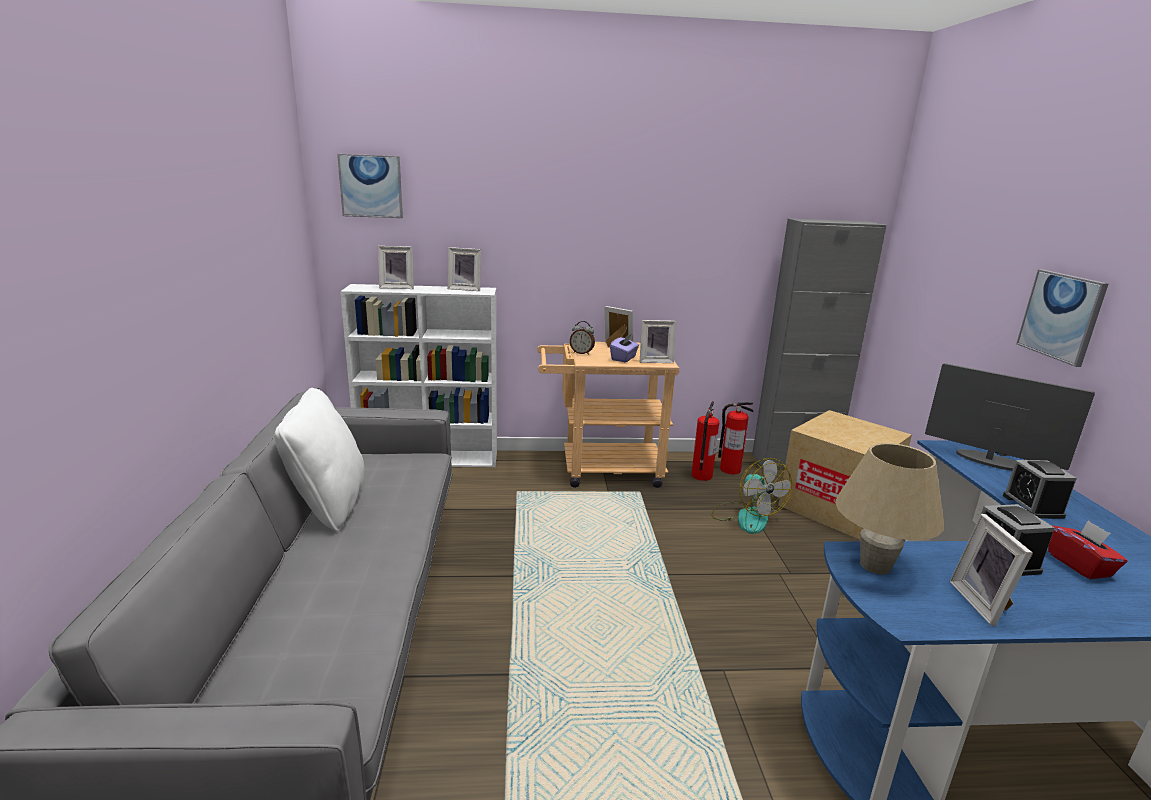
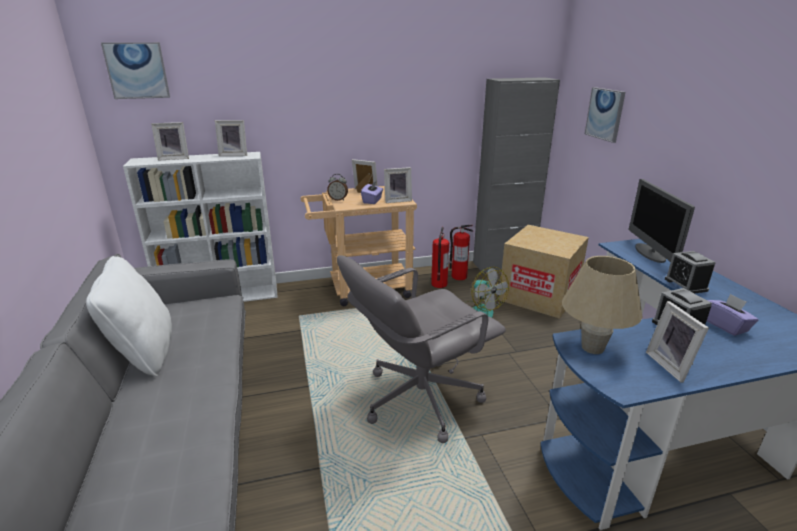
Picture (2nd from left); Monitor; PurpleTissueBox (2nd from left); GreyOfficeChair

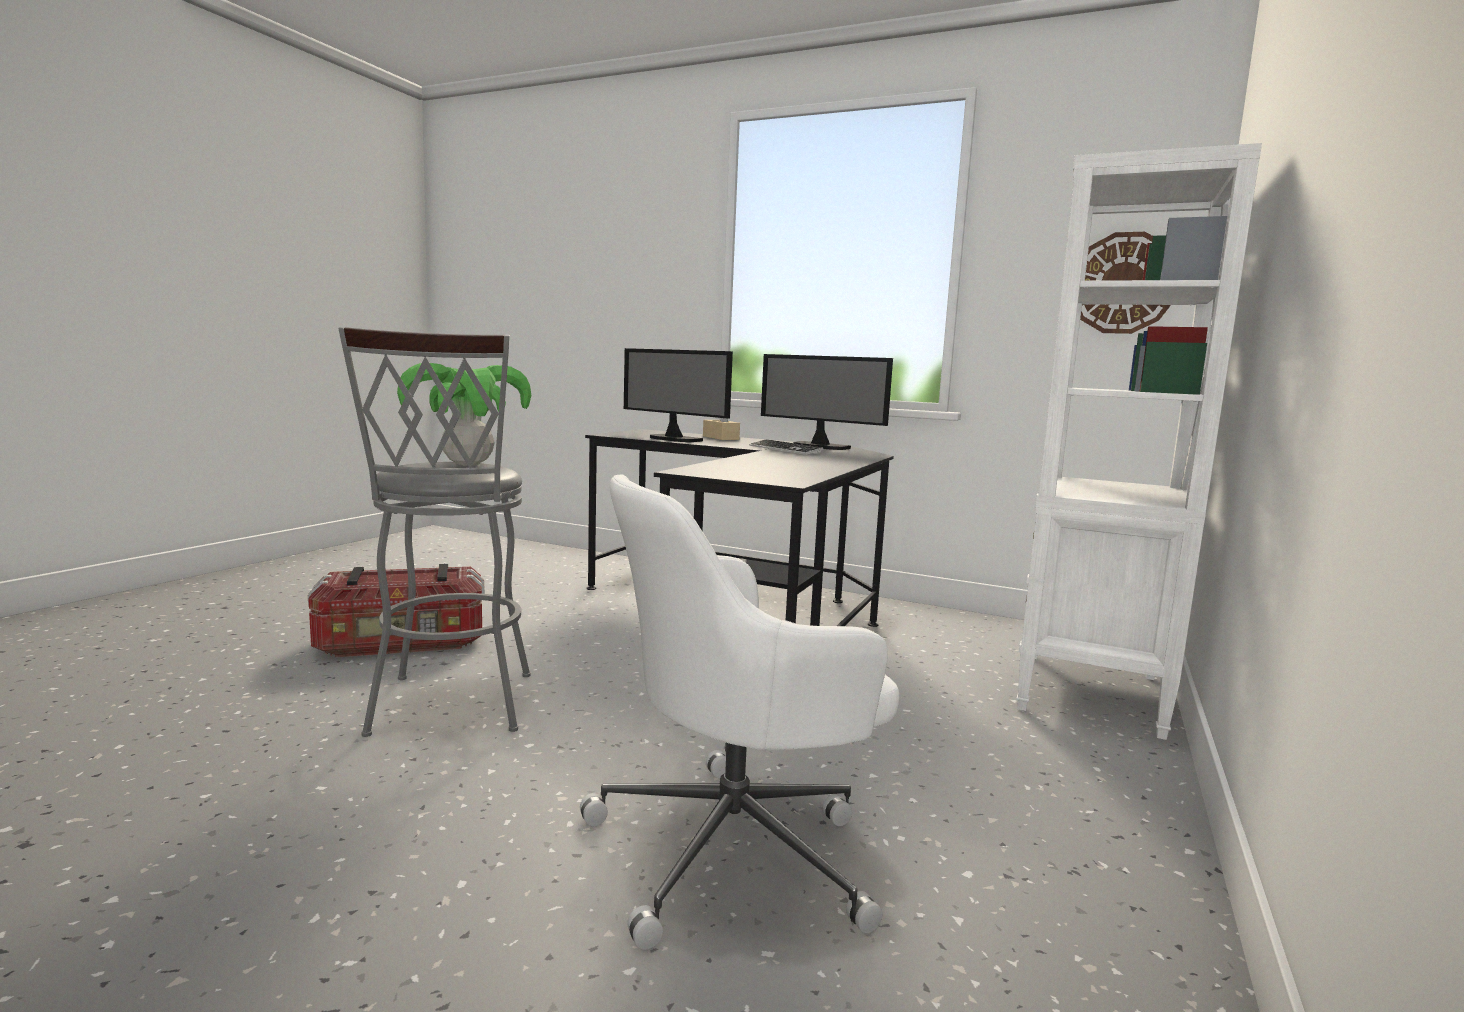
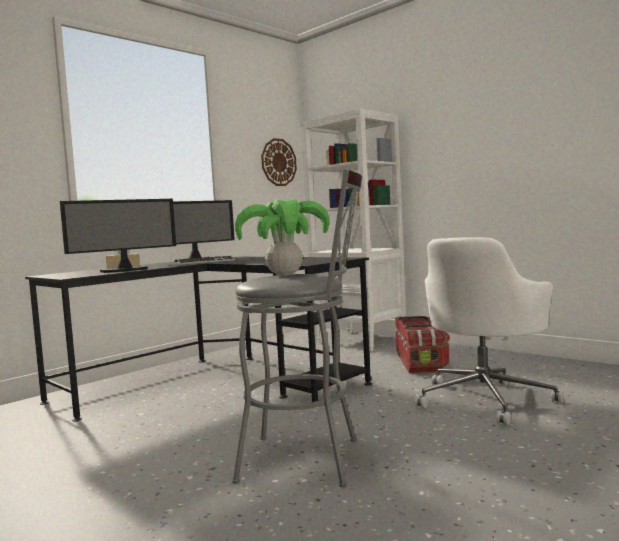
WhiteOfficeChair; StorageBox

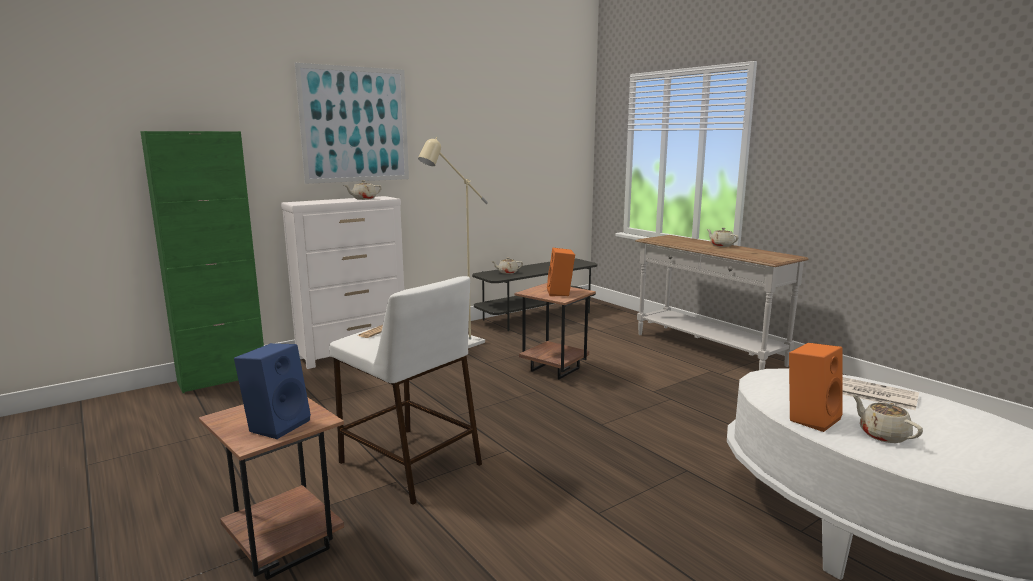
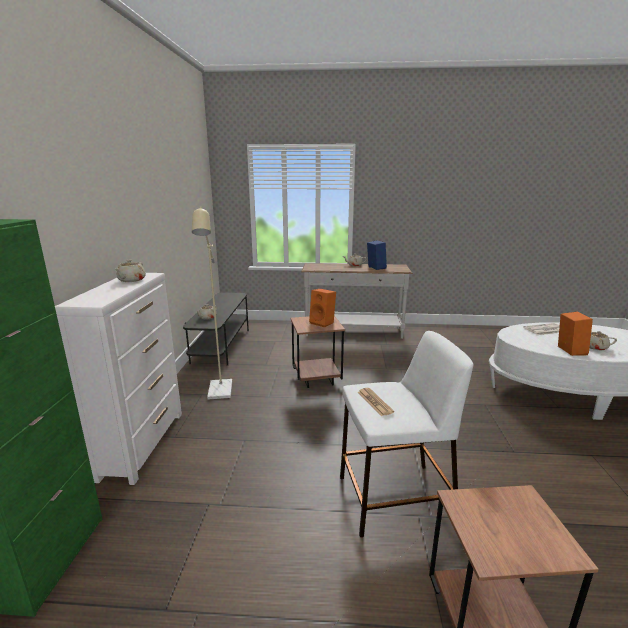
Picture; BlueSpeaker

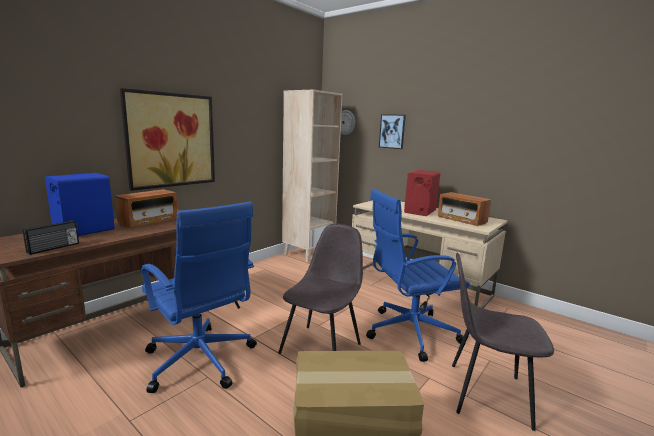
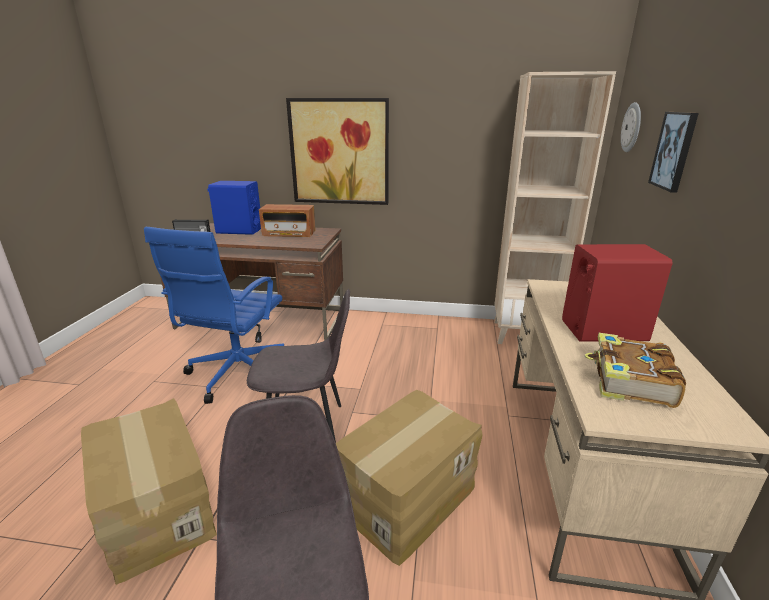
CardboardBox (2nd from left); Book

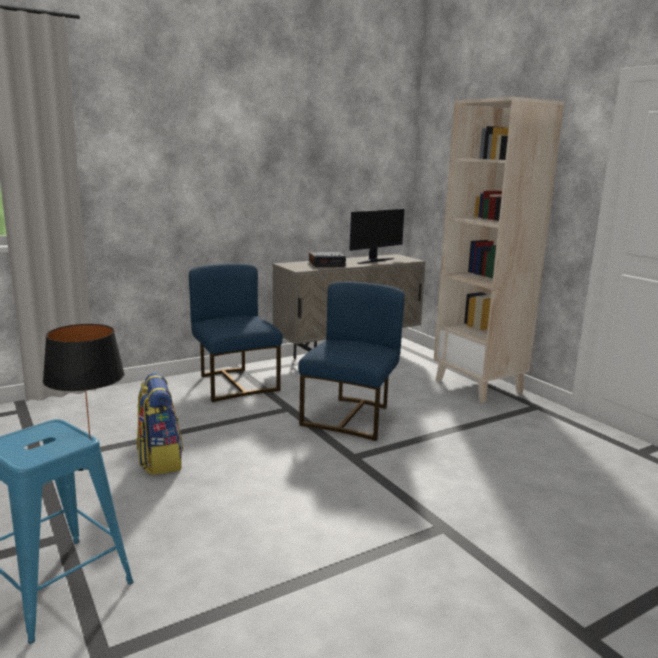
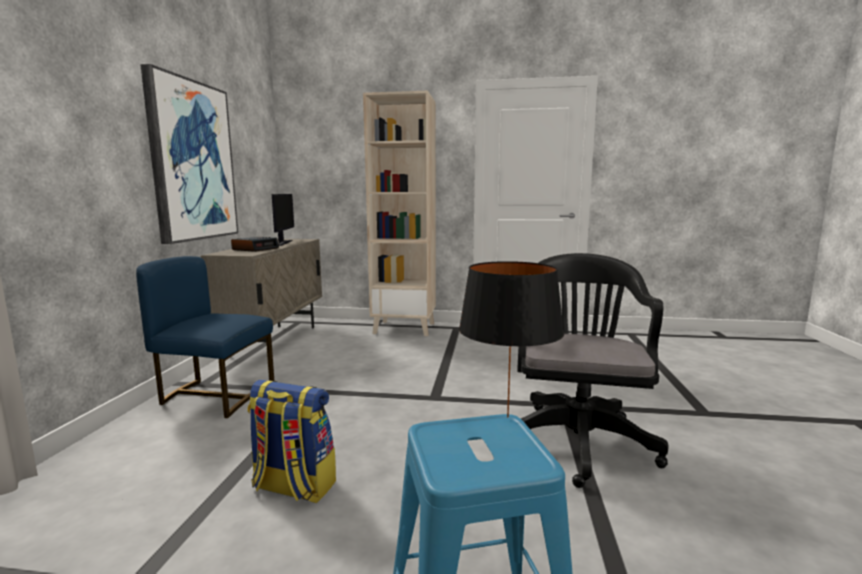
BlueChair (2nd from left in the first image); Picture; BlackOfficeChair

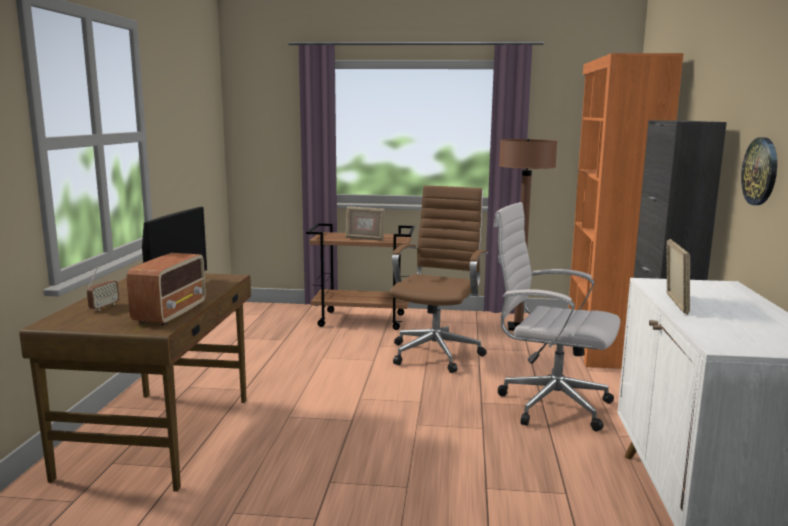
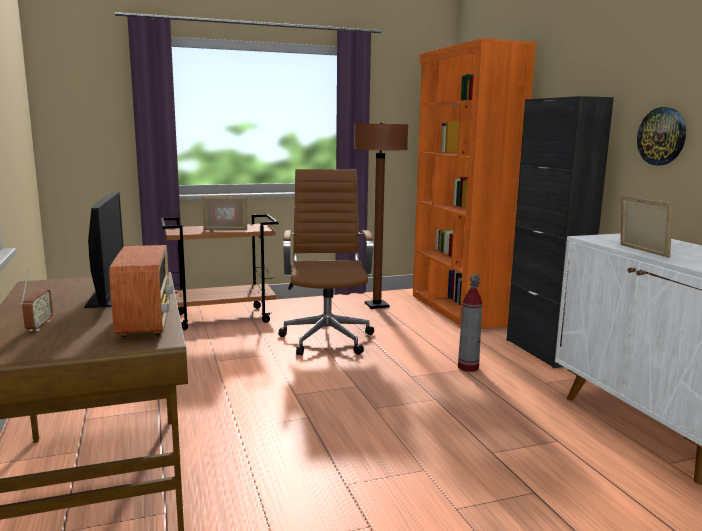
FireExtinguisher

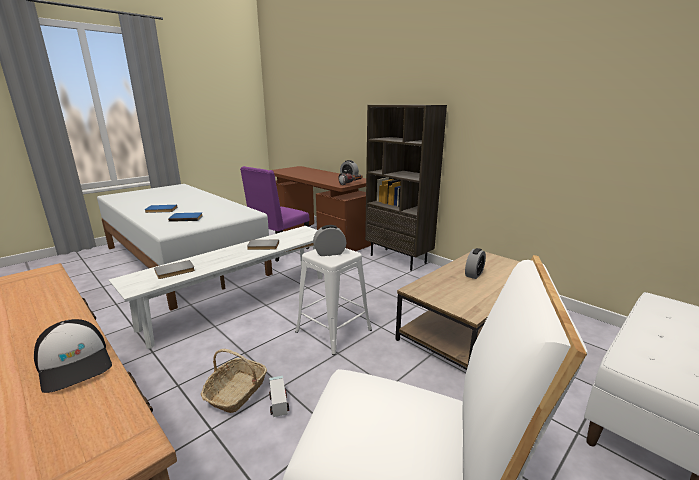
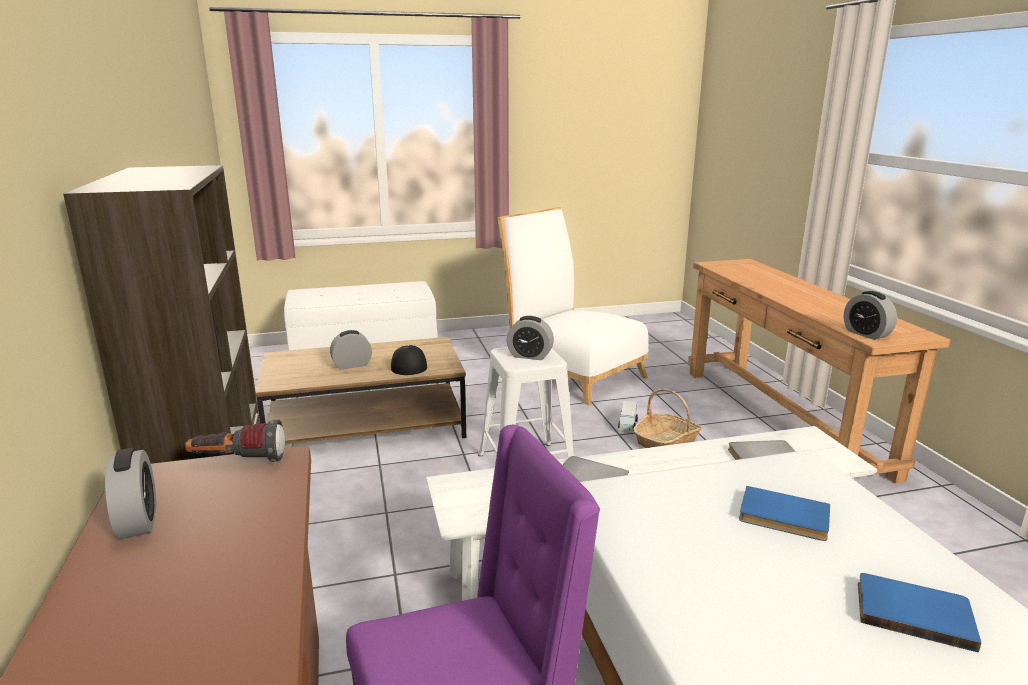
Cap; AlarmClock (4th from left)

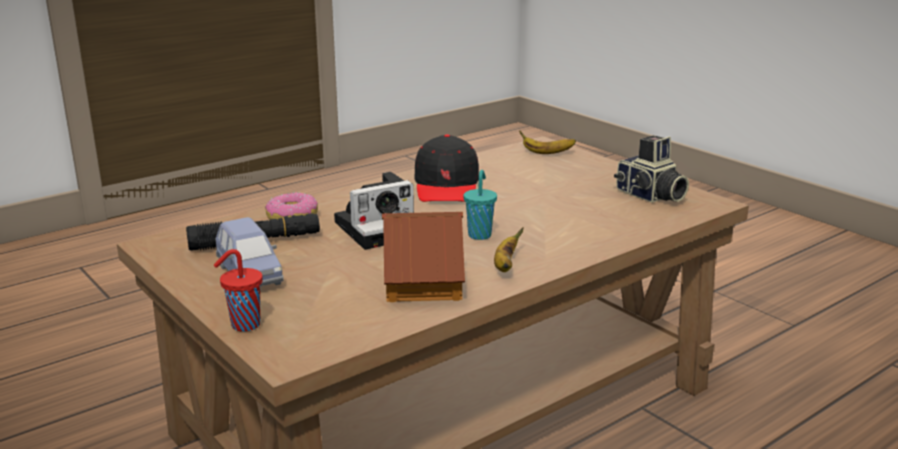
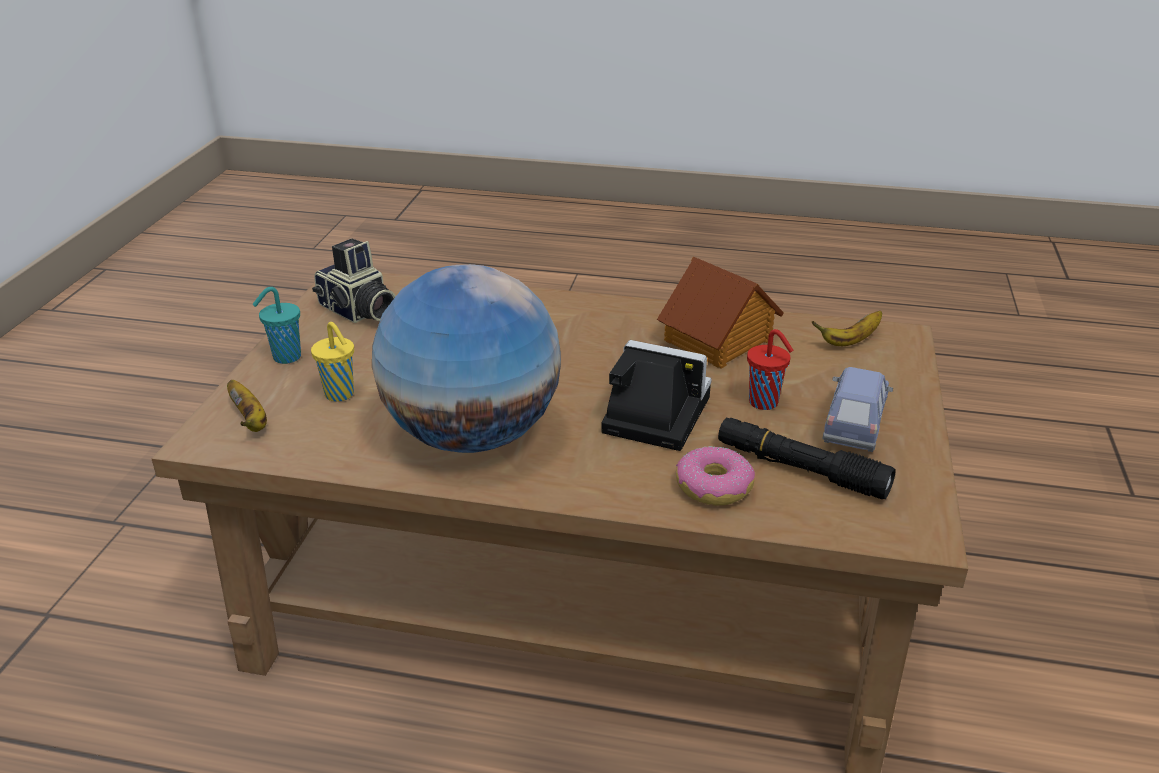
Globe; PhotoCamera (1st from left); TurquoiseCup; Banana (2nd from left); RedCup; YellowCup

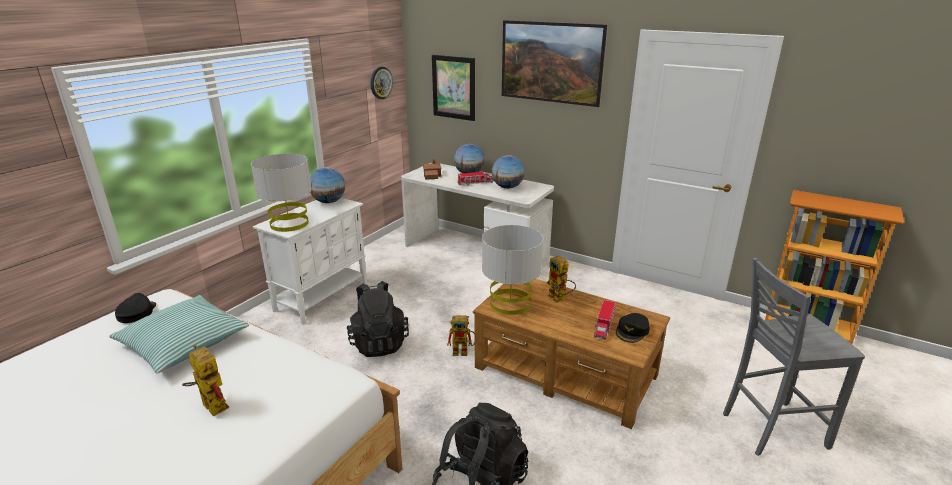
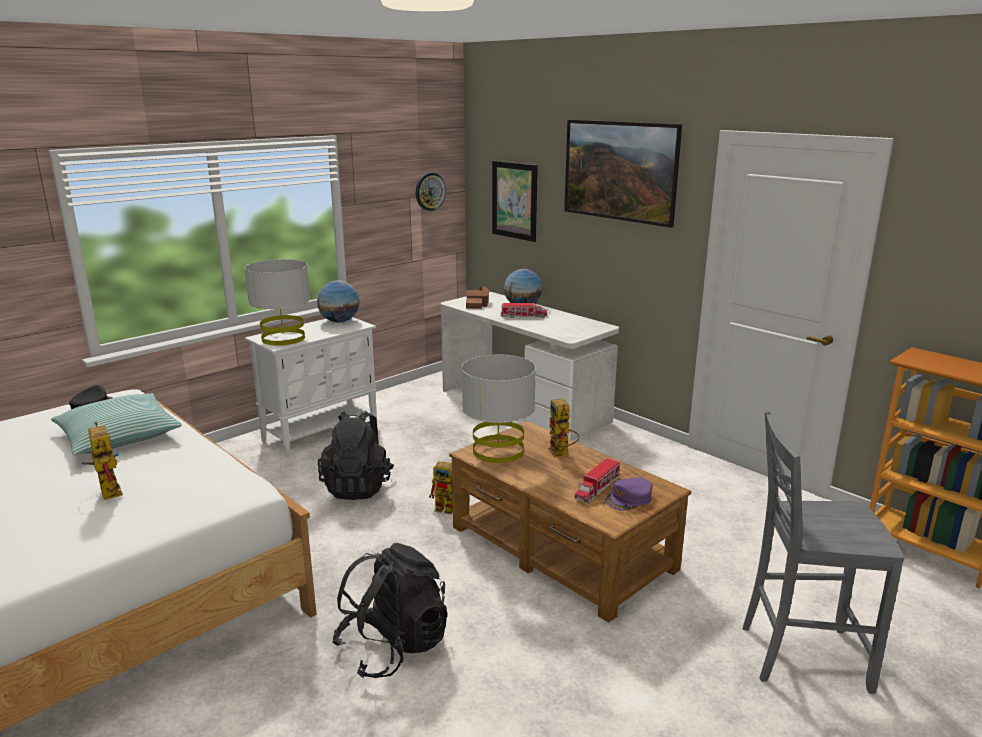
Globe (3rd from left in the first image); PurpleCap

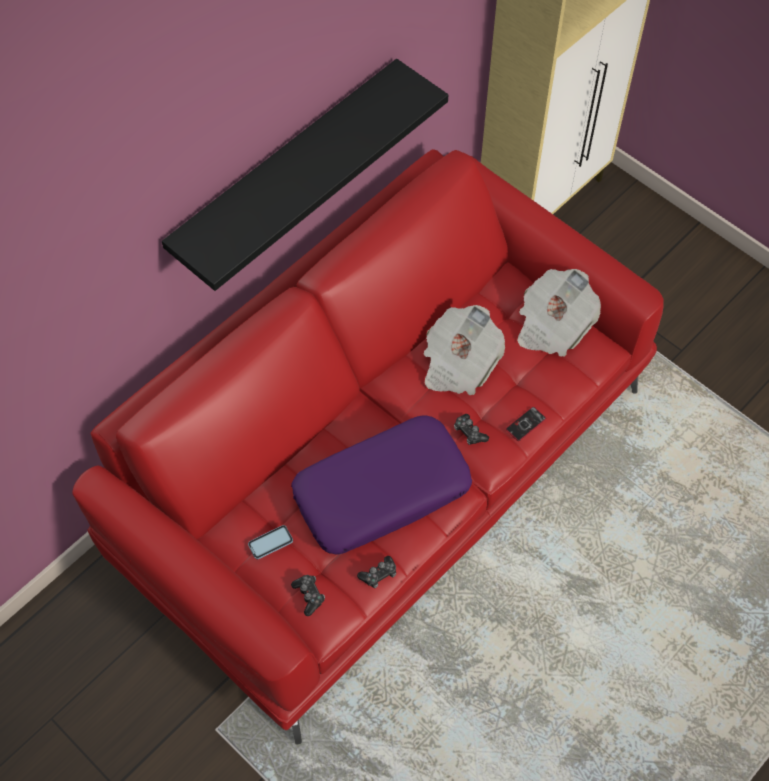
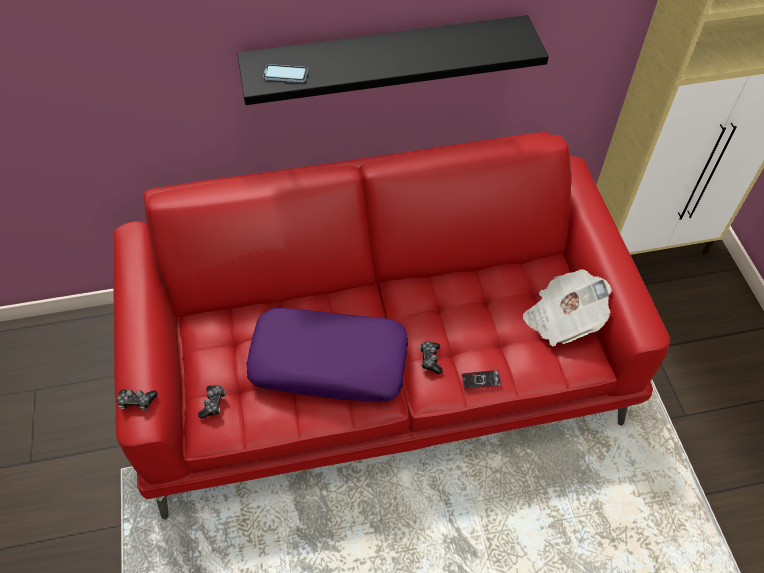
Newspaper (1st from left in the first image); Phone (1st from left); GameController (1st from left)

